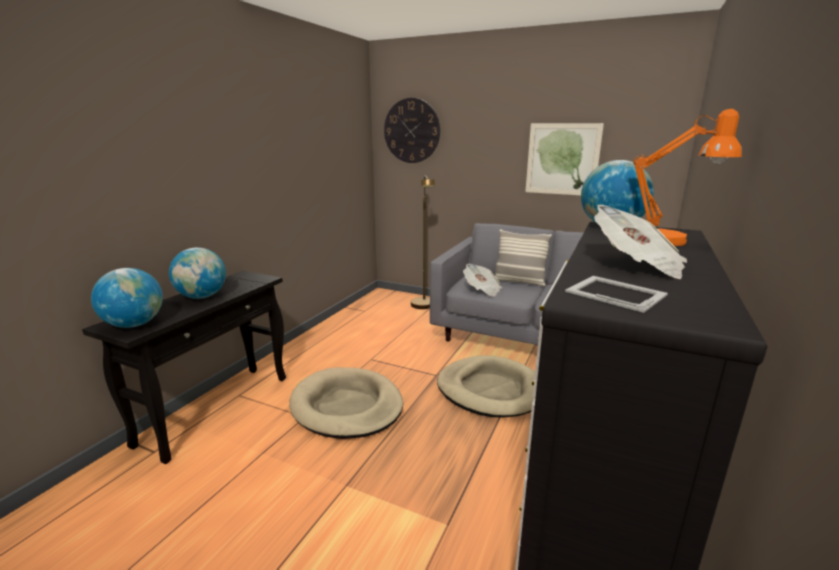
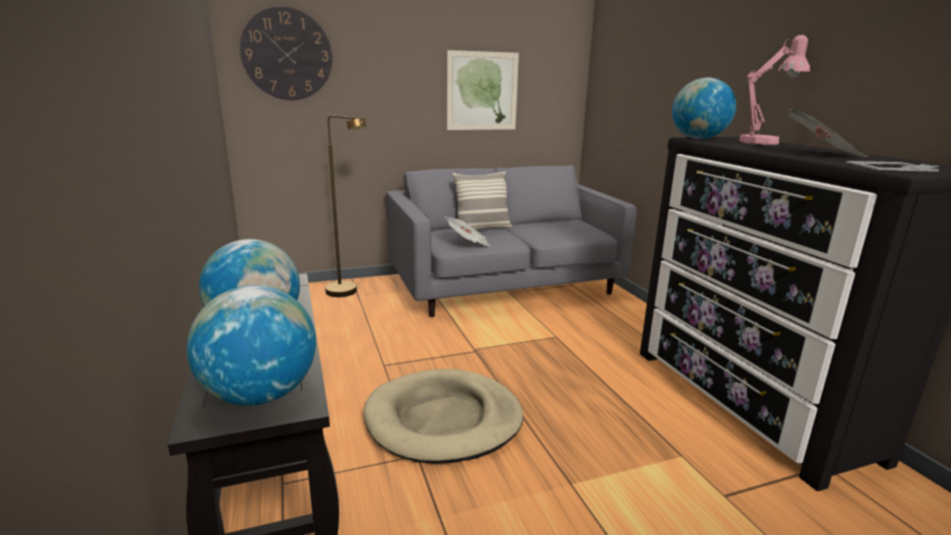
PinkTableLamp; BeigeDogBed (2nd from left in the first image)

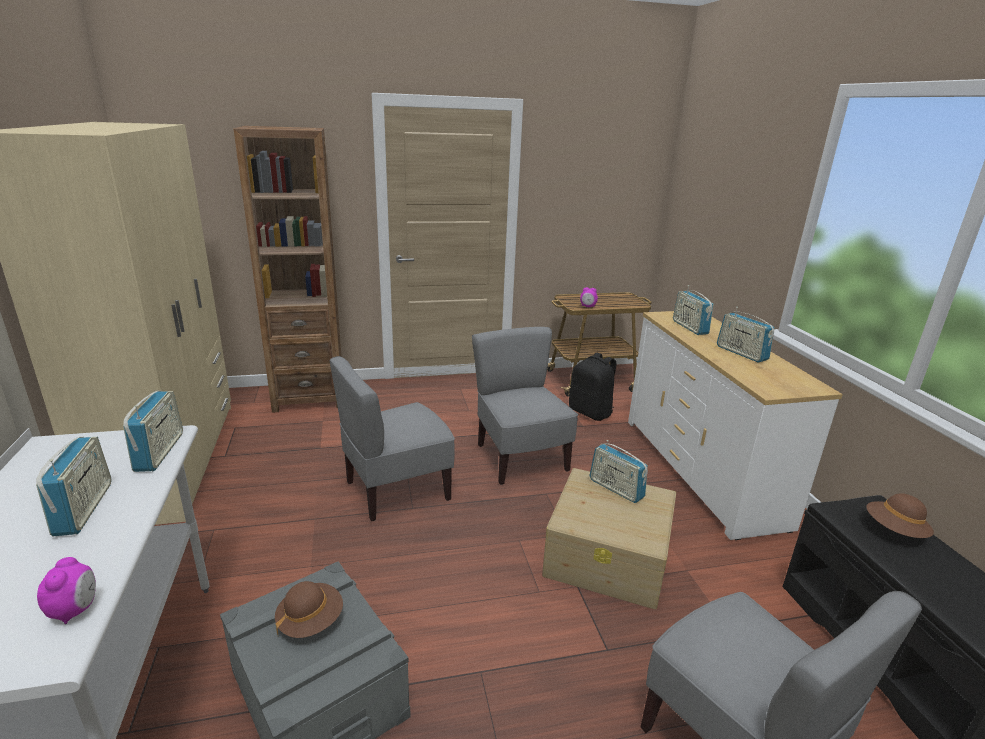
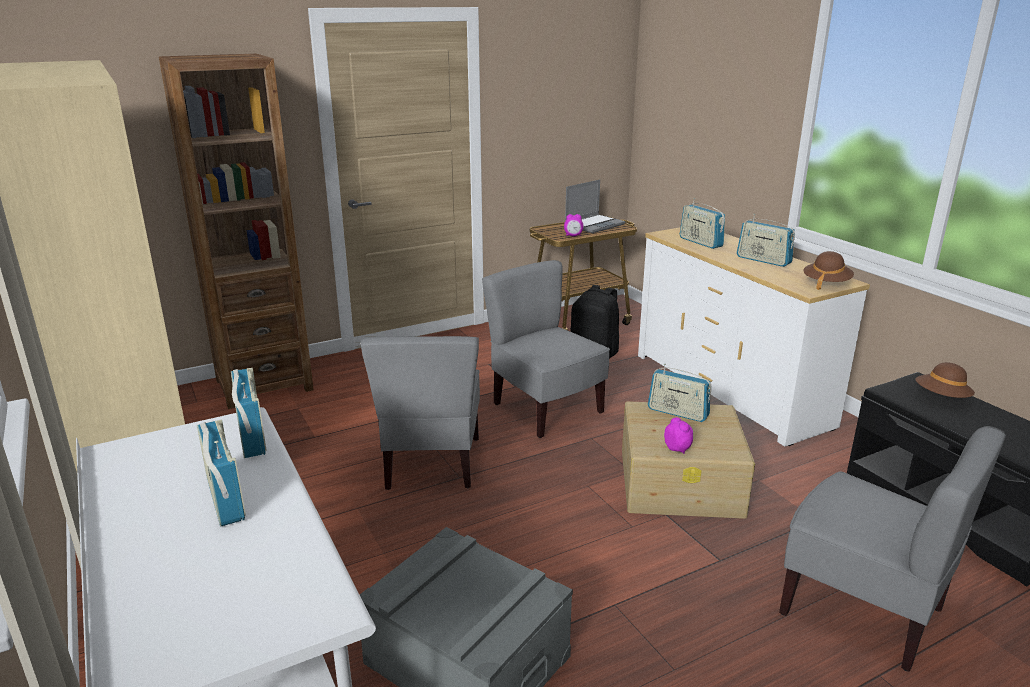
GreyChair (1st from left); AlarmClock (2nd from left); BrownHat (1st from left); Laptop

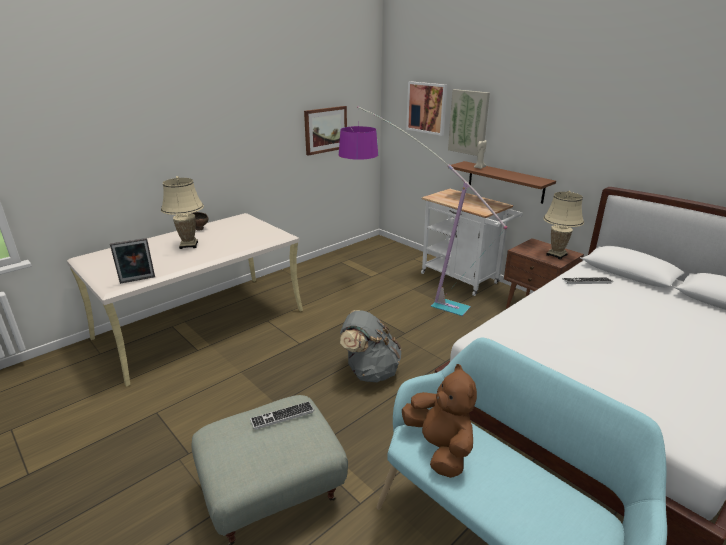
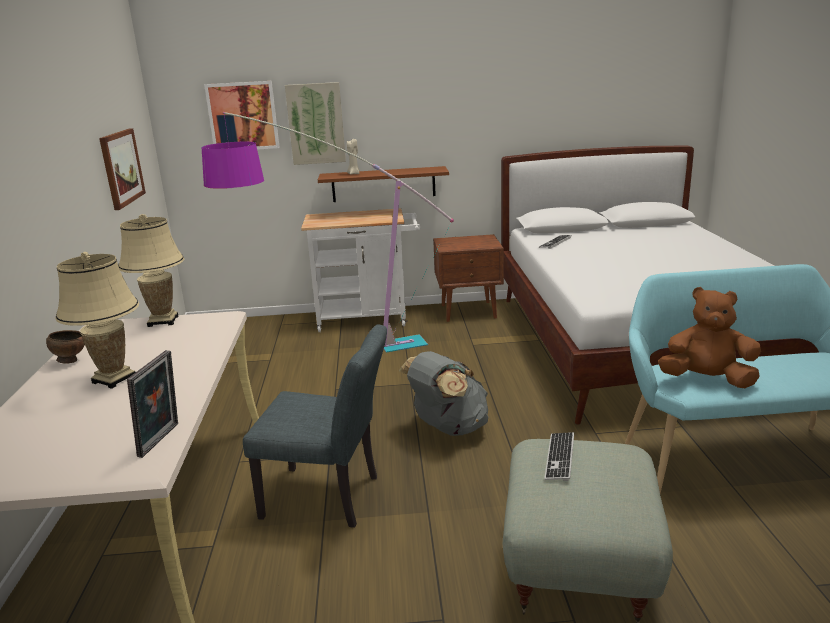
BeigeTableLamp (2nd from left); GreyChair

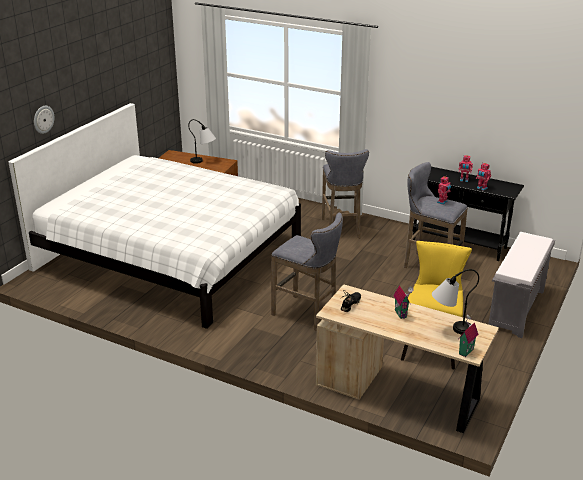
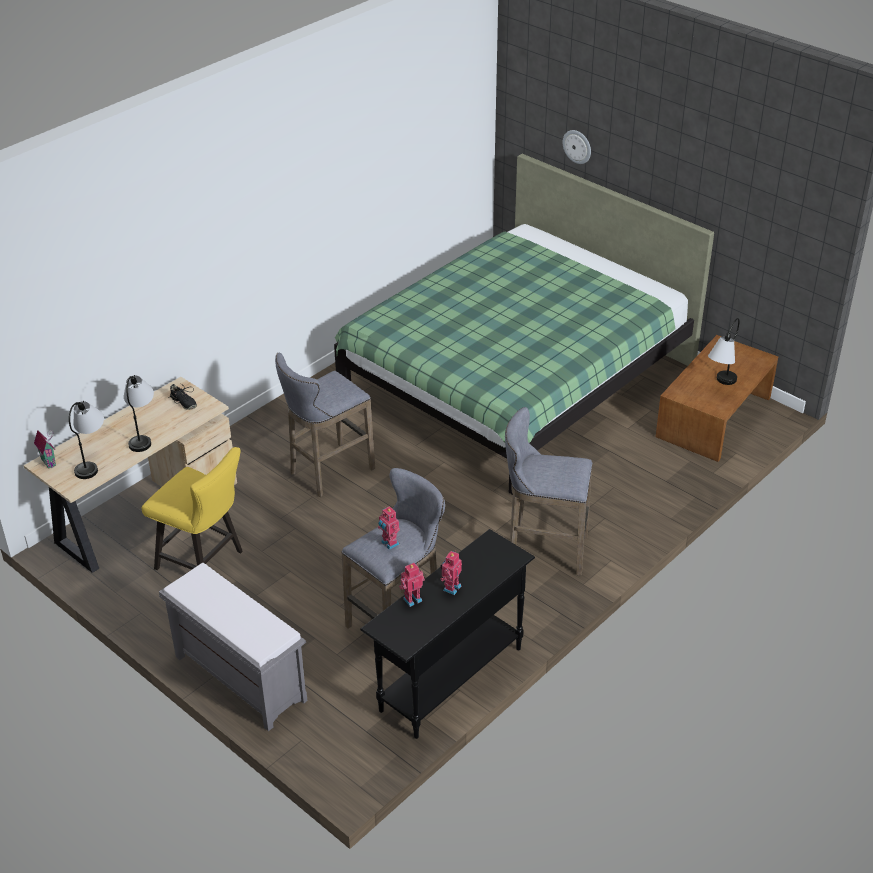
GreenBed; TableLamp (2nd from left)

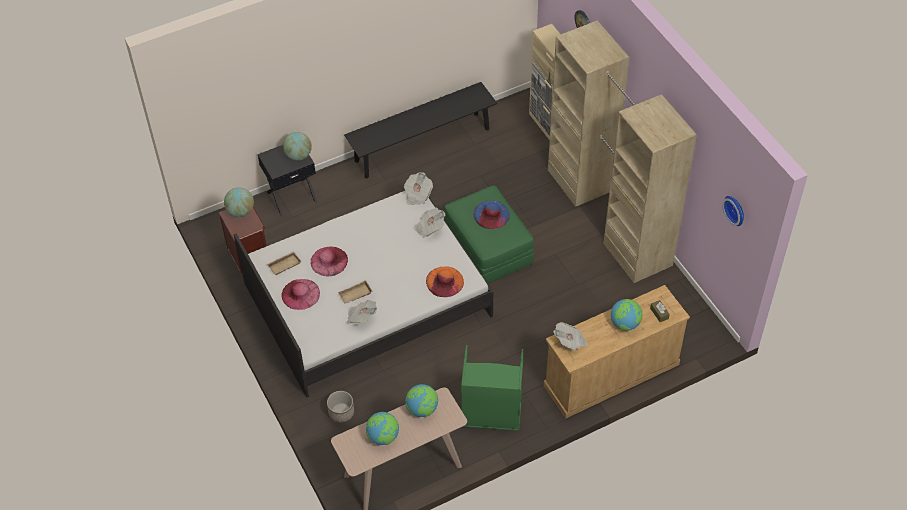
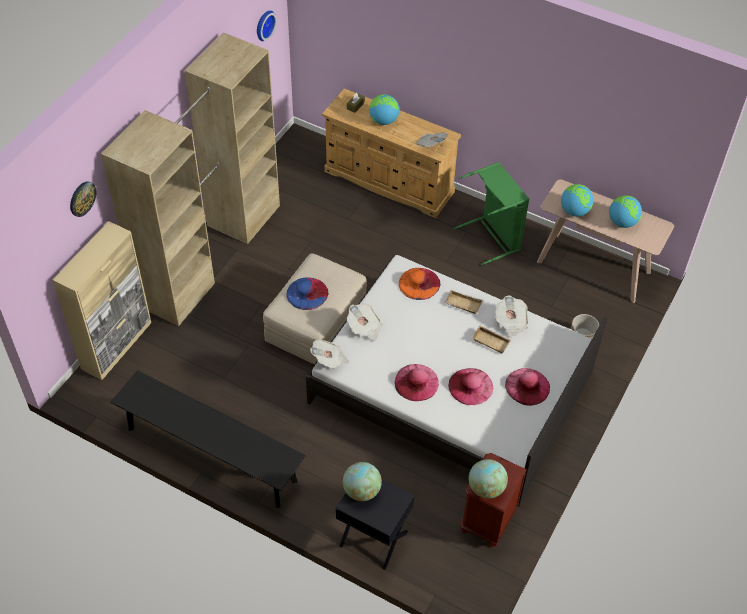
BeigeOttoman; BeigeTray (1st from left); PinkHat (1st from left)

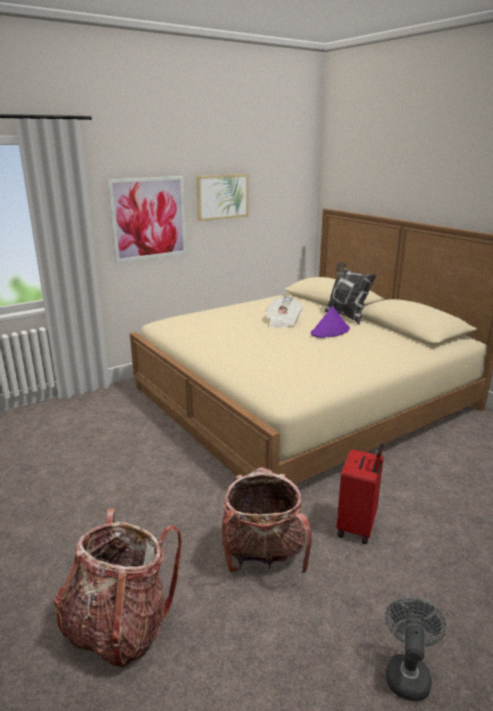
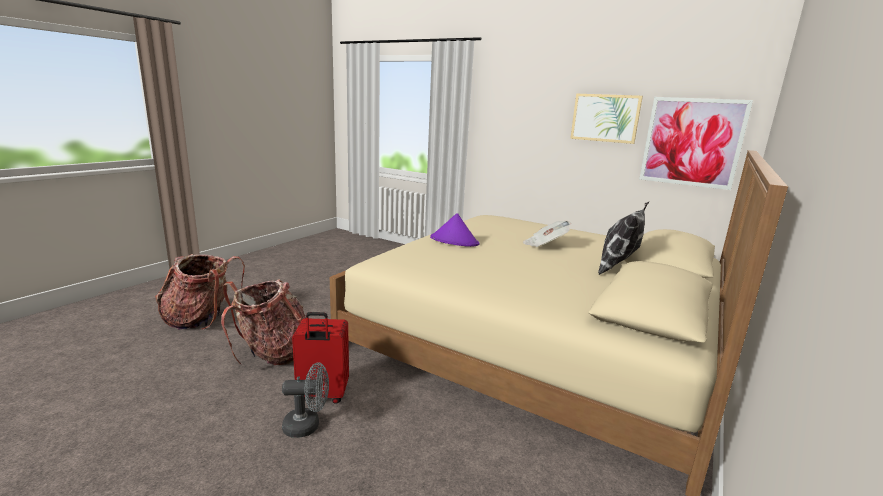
Picture (2nd from left); PurpleHat; GreyFan

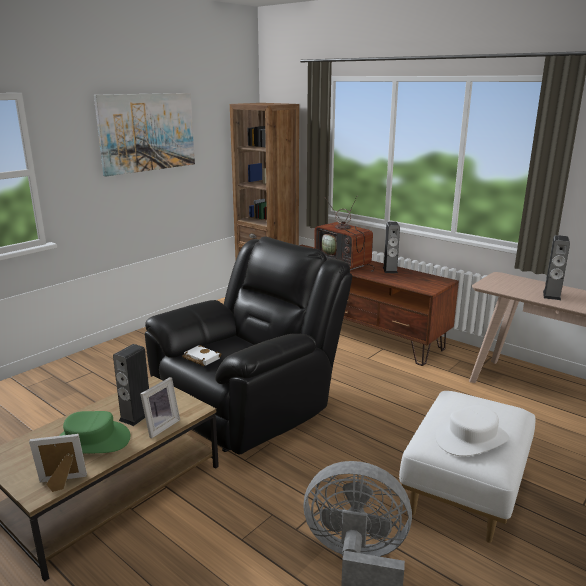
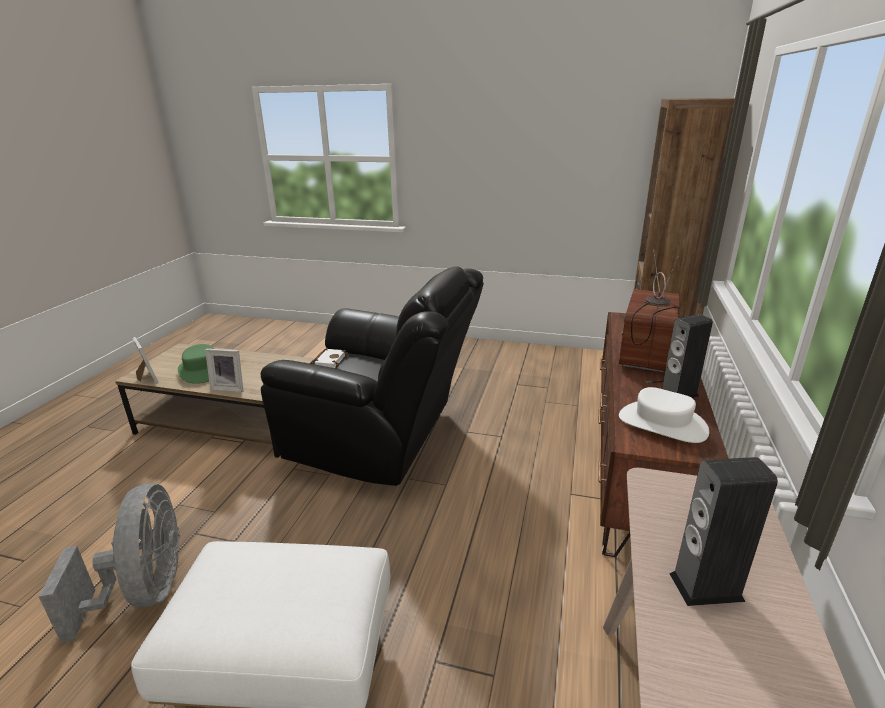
Picture; Speaker (1st from left in the first image); WhiteHat

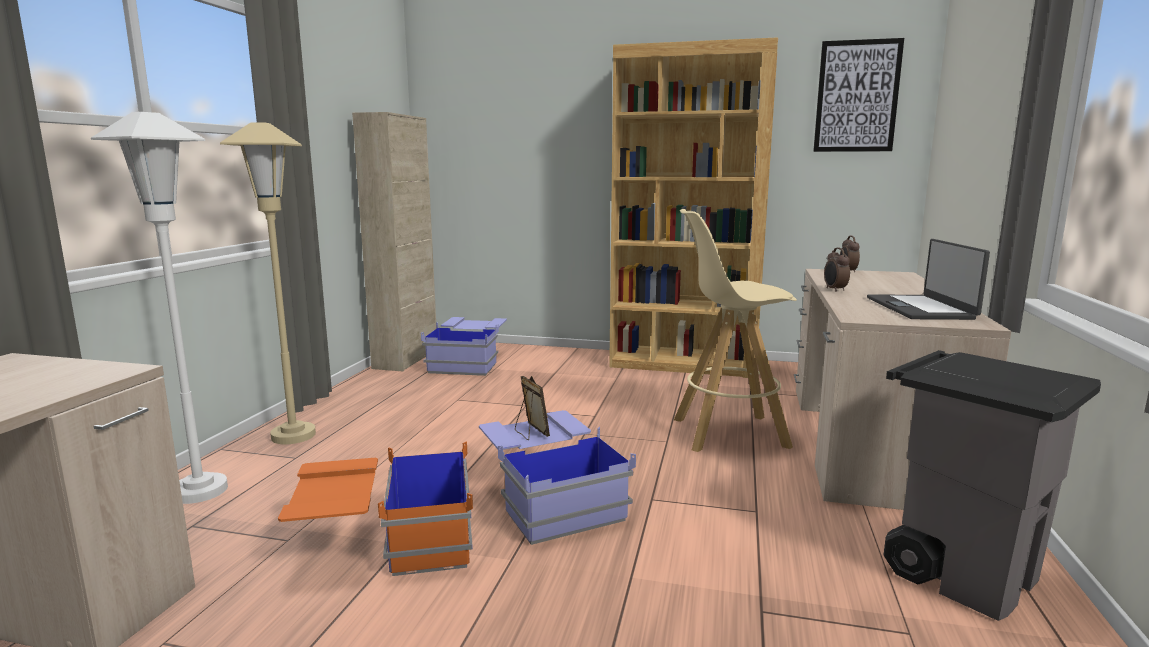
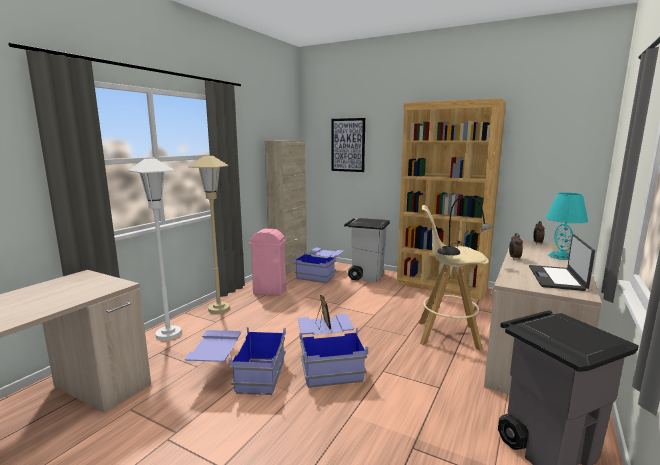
Picture; BlueStorageBox (1st from left); TurquoiseTableLamp; GreyTableLamp; GreyTrashCan (1st from left); PinkTrashCan

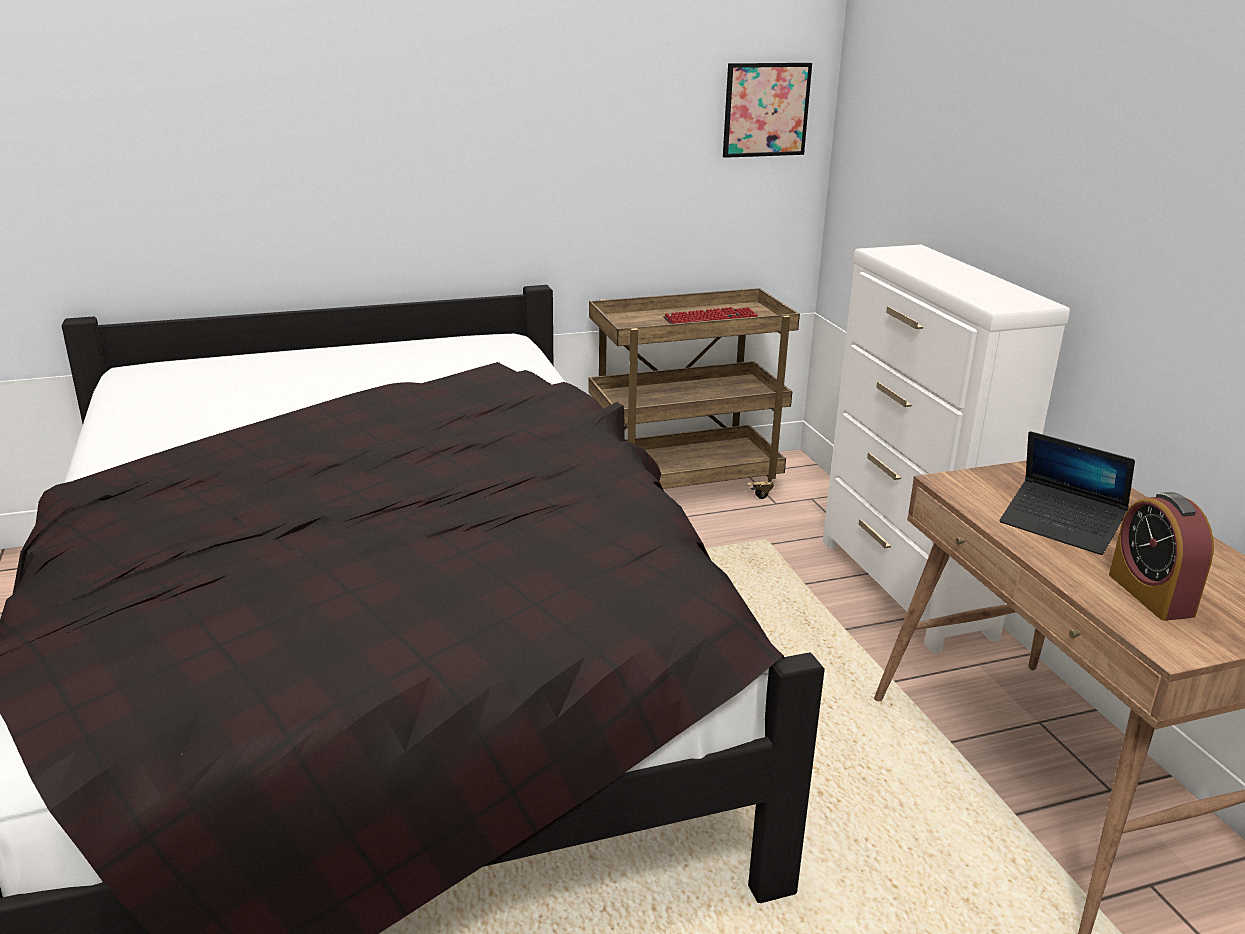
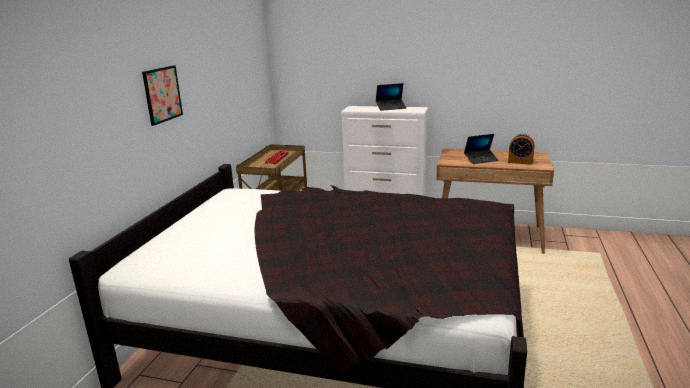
Picture; Laptop (1st from left)

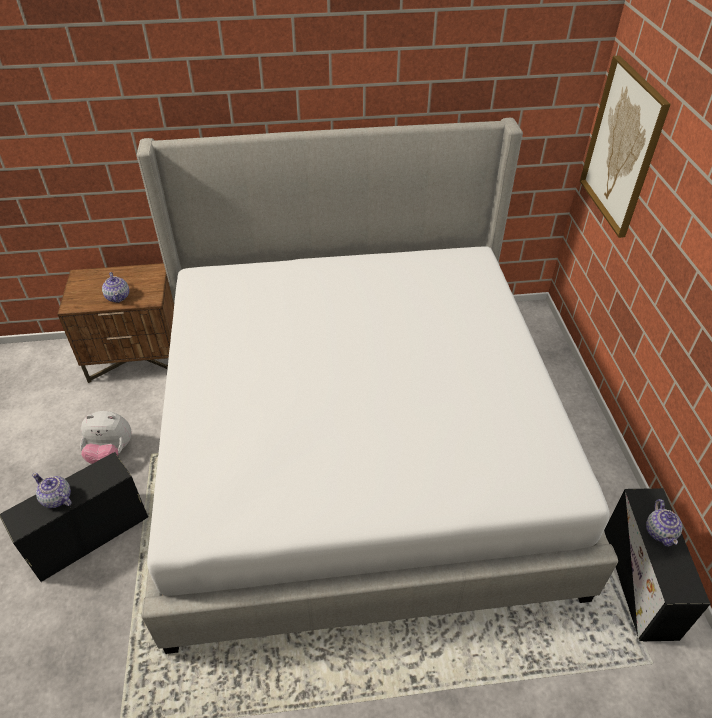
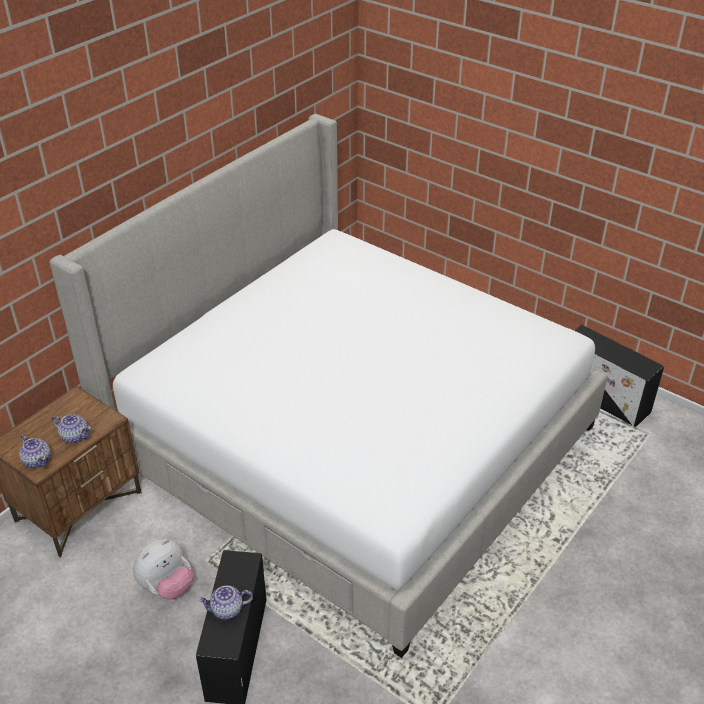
Picture; Teapot (1st from left)

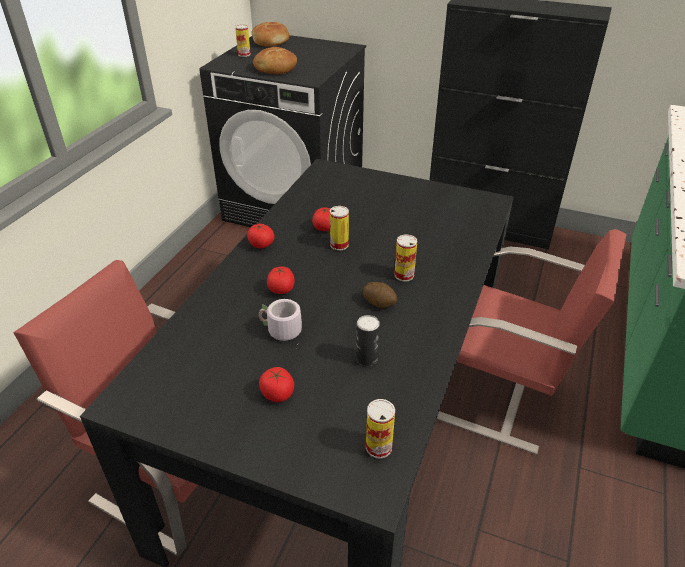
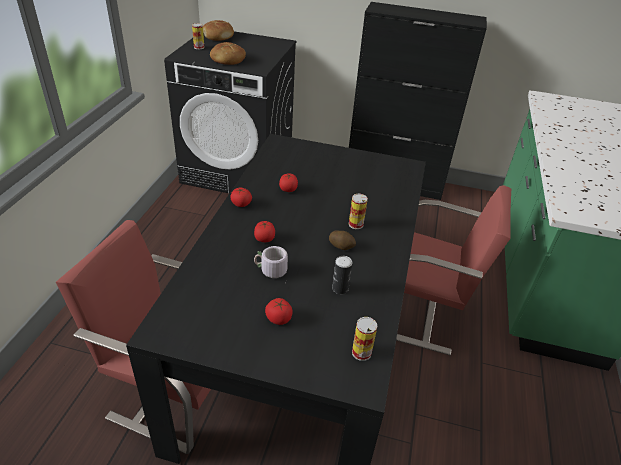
Can (2nd from left in the first image)

